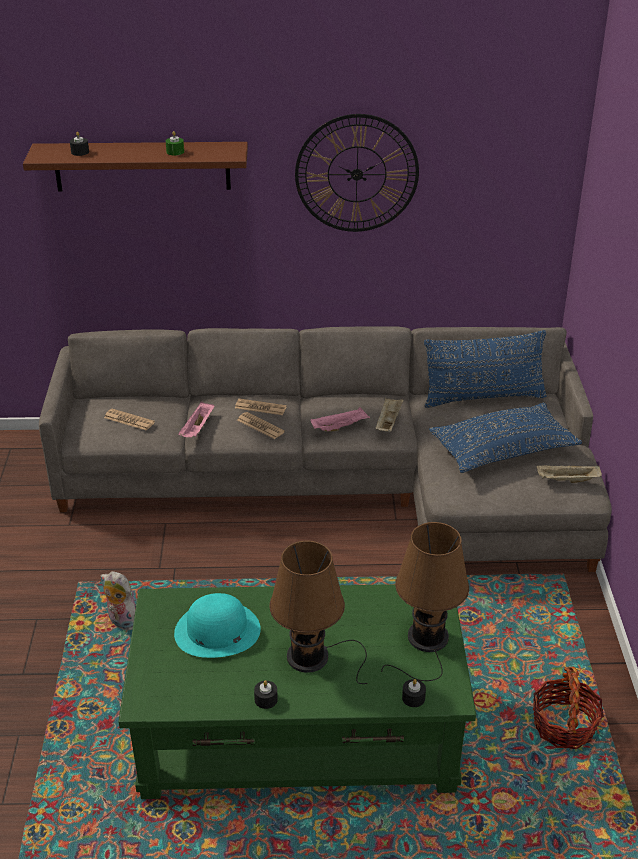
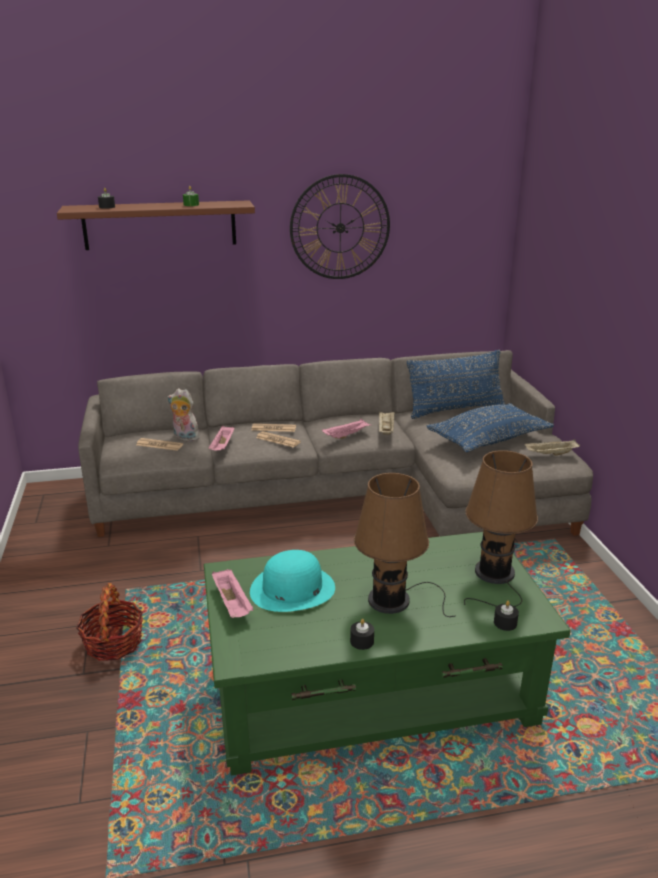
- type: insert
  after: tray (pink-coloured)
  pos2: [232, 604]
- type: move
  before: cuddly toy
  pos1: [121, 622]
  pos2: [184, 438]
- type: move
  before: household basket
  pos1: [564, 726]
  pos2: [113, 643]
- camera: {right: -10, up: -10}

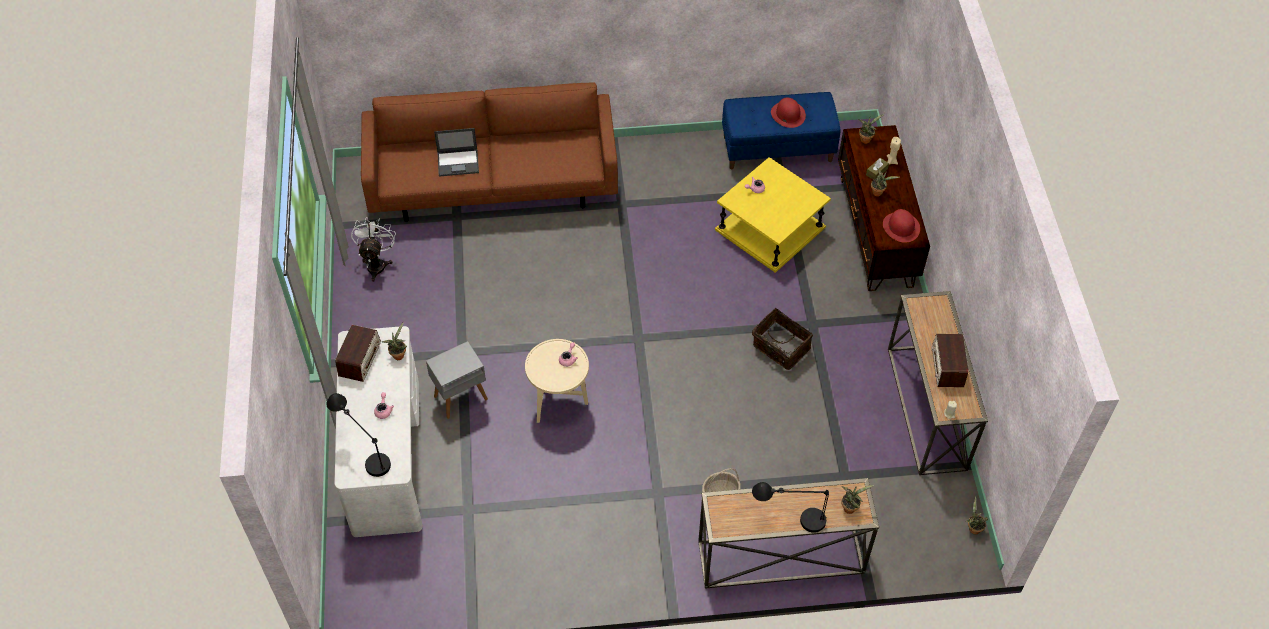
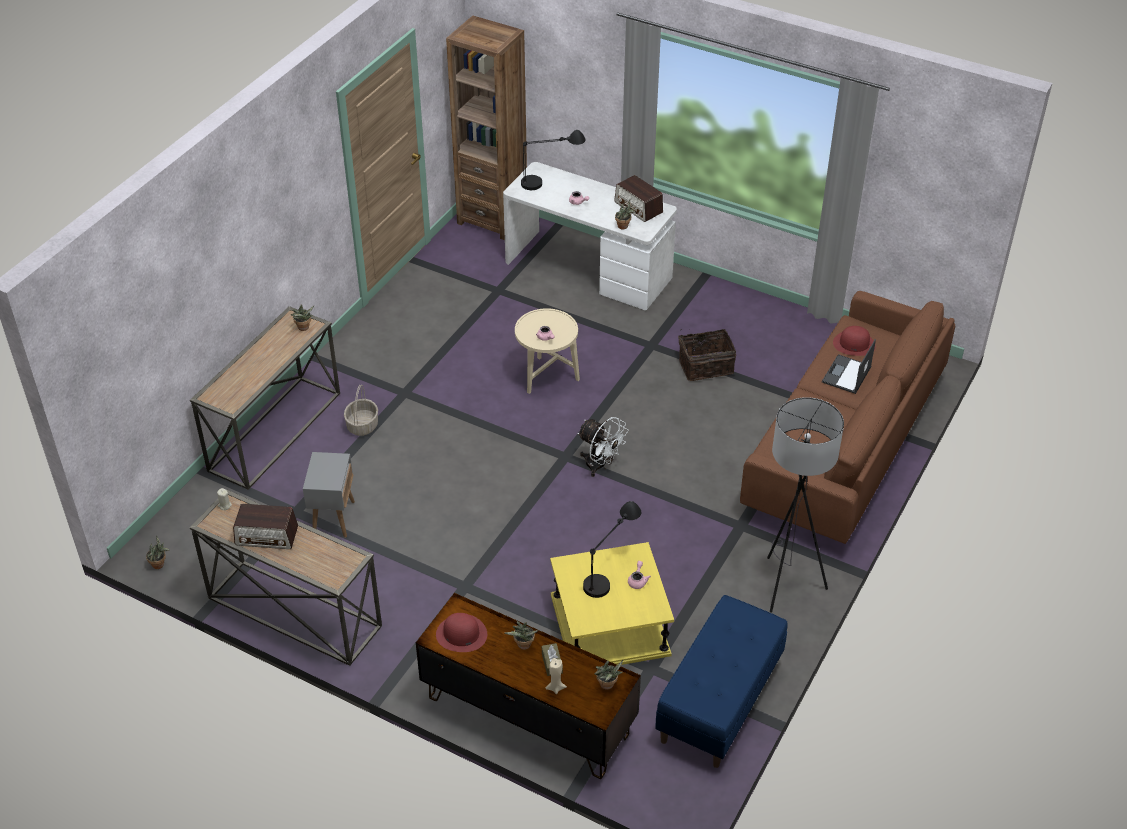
- type: insert
  after: bookcase (brownish)
  pos2: [492, 219]
- type: insert
  after: standing lamp (gray)
  pos2: [784, 582]
- type: move
  before: cooling fan (whitish)
  pos1: [377, 263]
  pos2: [600, 466]
- type: move
  before: end table (gray)
  pos1: [460, 398]
  pos2: [333, 518]
- type: move
  before: household basket
  pos1: [780, 348]
  pos2: [705, 365]
- type: move
  before: lamp for a table (blackish)
  pos1: [789, 520]
  pos2: [610, 572]
- type: move
  before: hat (red-coloured)
  pos1: [787, 114]
  pos2: [854, 344]
- type: move
  before: houseplant
  pos1: [850, 507]
  pos2: [303, 328]
- type: rotate
  before: radio
  pos1: [947, 367]
  pos2: [267, 536]
  turn: 150
- camera: {right: 125, up: -10}

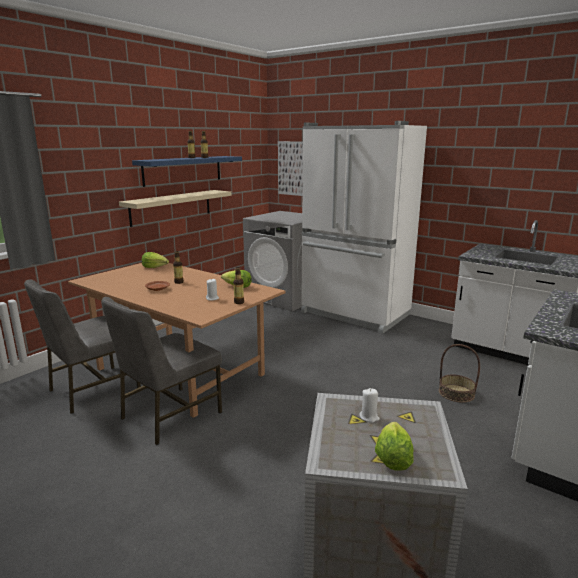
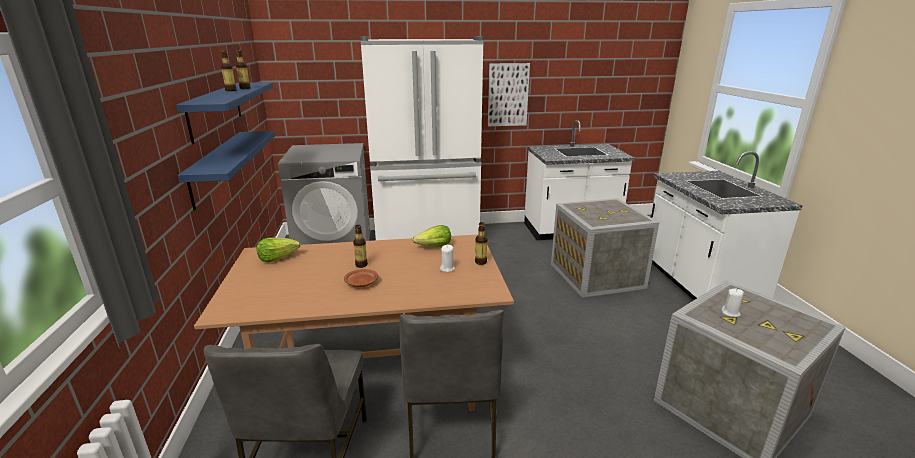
- type: delete
  before: lettuce head
  pos1: [392, 457]
- type: move
  before: wall picture
  pos1: [292, 168]
  pos2: [508, 95]
- type: replace
  before: household basket
  after: packing crate
  pos1: [456, 393]
  pos2: [596, 276]
- type: recolor
  before: shelf (beige)
  after: shelf (blue)
  pos1: [171, 207]
  pos2: [217, 167]
- camera: {right: -45, up: 5}

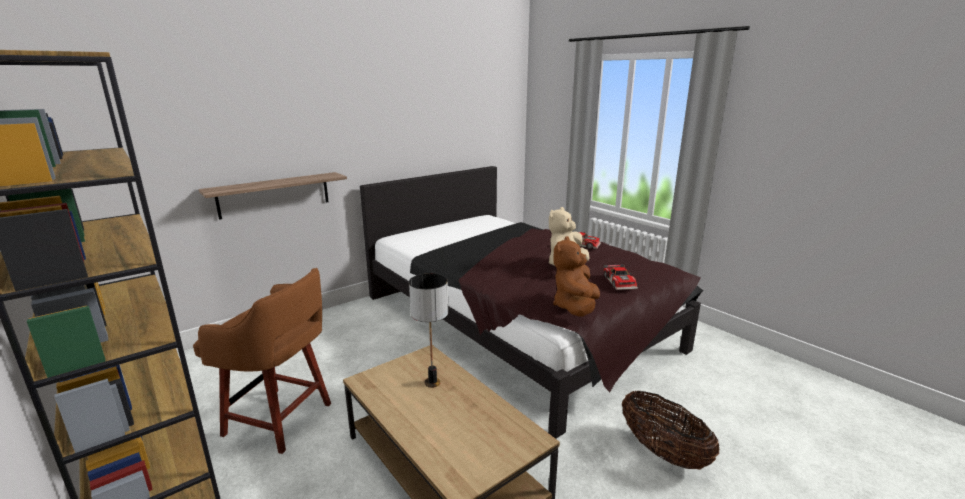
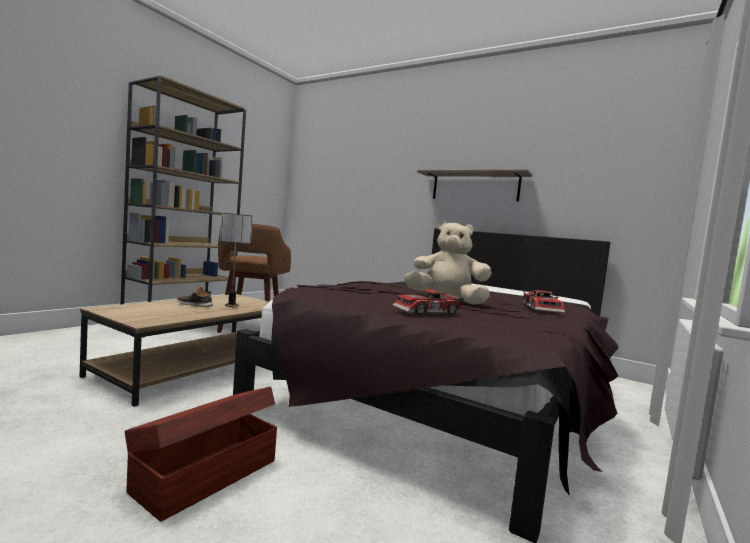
- type: delete
  before: cuddly toy (brownish)
  pos1: [575, 308]
- type: insert
  after: low shoe
  pos2: [195, 305]
- type: move
  before: shelf
  pos1: [274, 195]
  pos2: [475, 187]
- type: replace
  before: household basket
  after: storage box (brownish)
  pos1: [663, 452]
  pos2: [204, 475]
- camera: {right: 70, up: -15}

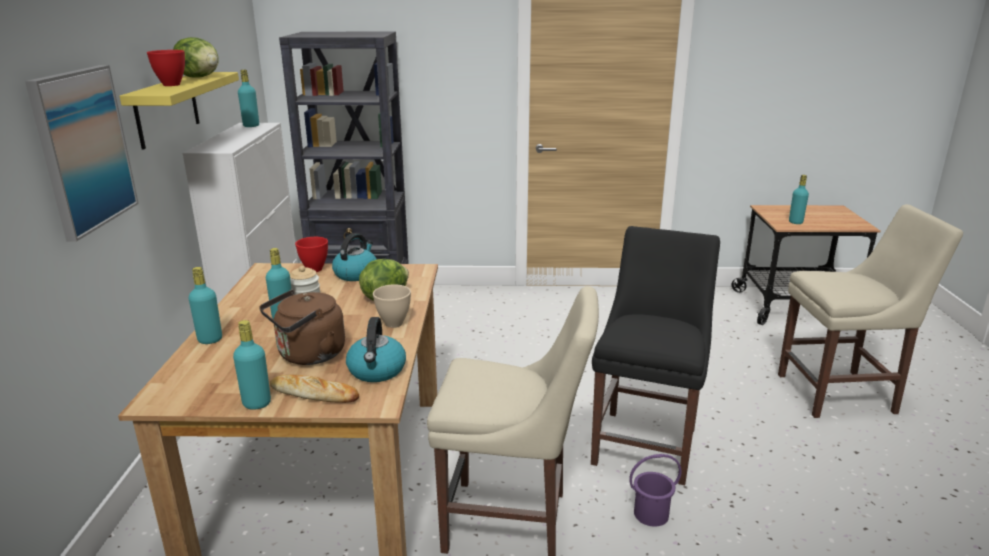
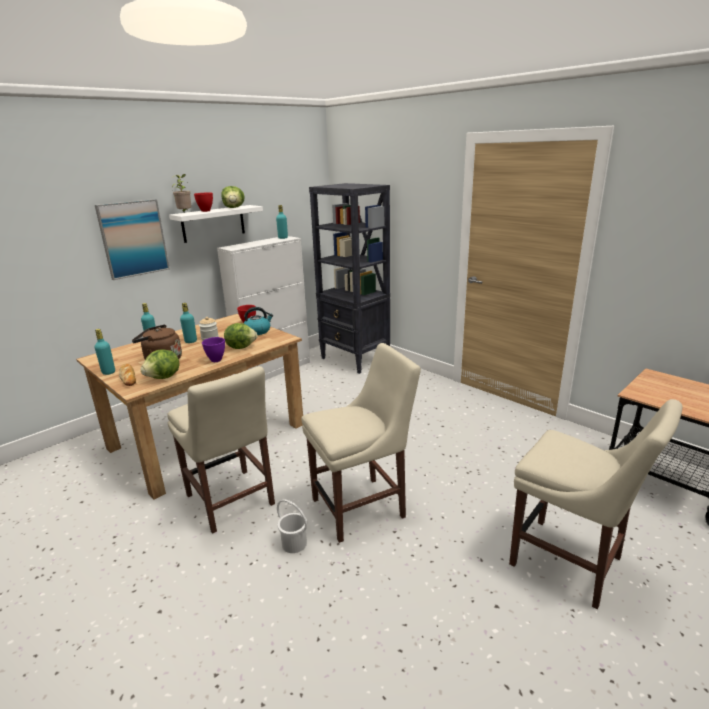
- type: delete
  before: bottle (turquoise)
  pos1: [795, 222]
- type: insert
  after: houseplant
  pos2: [185, 214]
- type: replace
  before: tea kettle
  after: lettuce head
  pos1: [377, 371]
  pos2: [164, 377]
- type: recolor
  before: shelf (yellow-coloured)
  after: shelf (whitish)
  pos1: [167, 109]
  pos2: [213, 223]
- type: recolor
  before: serving bowl (beige)
  after: serving bowl (purplish)
  pos1: [393, 324]
  pos2: [215, 360]
- type: recolor
  before: plain chair (blackish)
  after: plain chair (beige)
  pos1: [646, 442]
  pos2: [362, 507]
- type: recolor
  before: pail (purplish)
  after: pail (whitish)
  pos1: [650, 513]
  pos2: [294, 543]
- camera: {right: 45, up: 0}

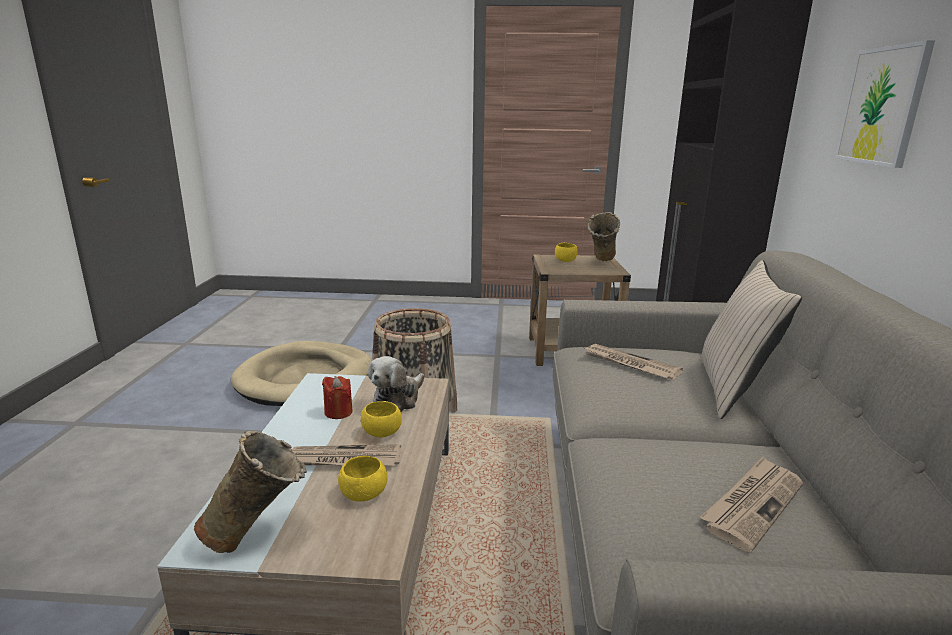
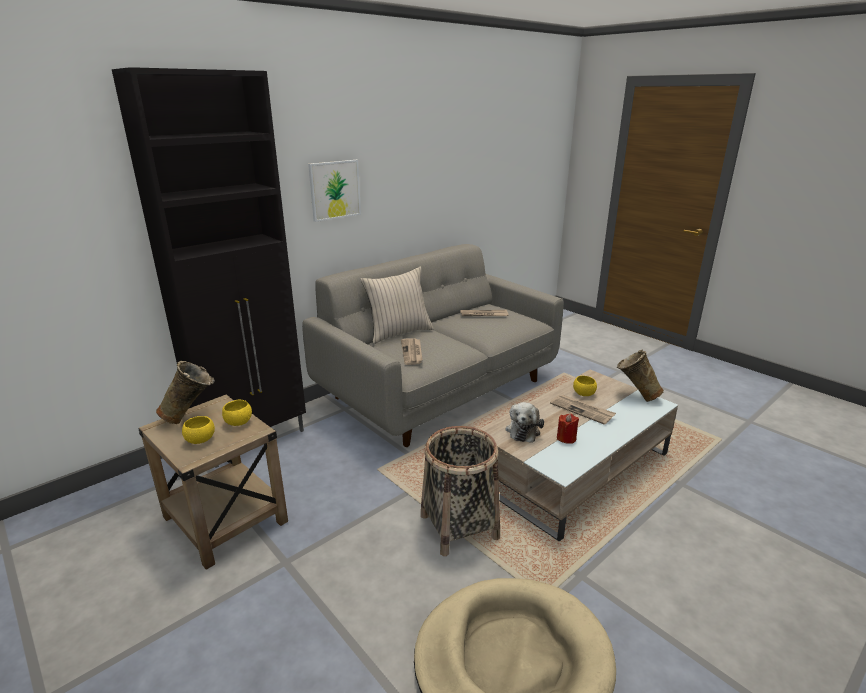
- type: move
  before: serving bowl (yellow-coloured)
  pos1: [382, 433]
  pos2: [238, 422]
- type: rotate
  before: cuddly toy
  pos1: [397, 400]
  pos2: [523, 430]
  turn: 120
- camera: {right: -135, up: 5}

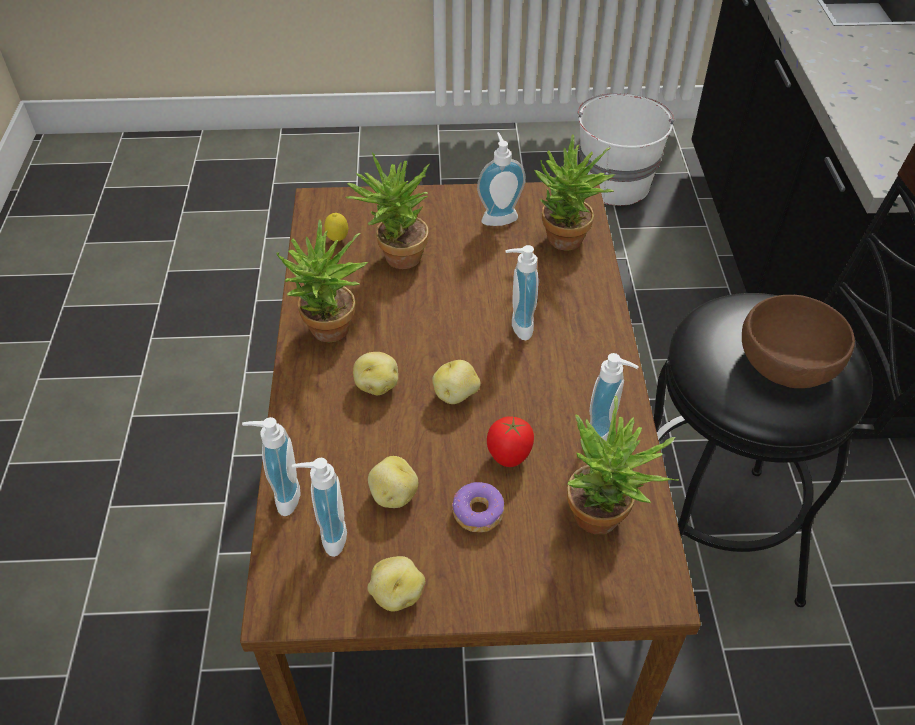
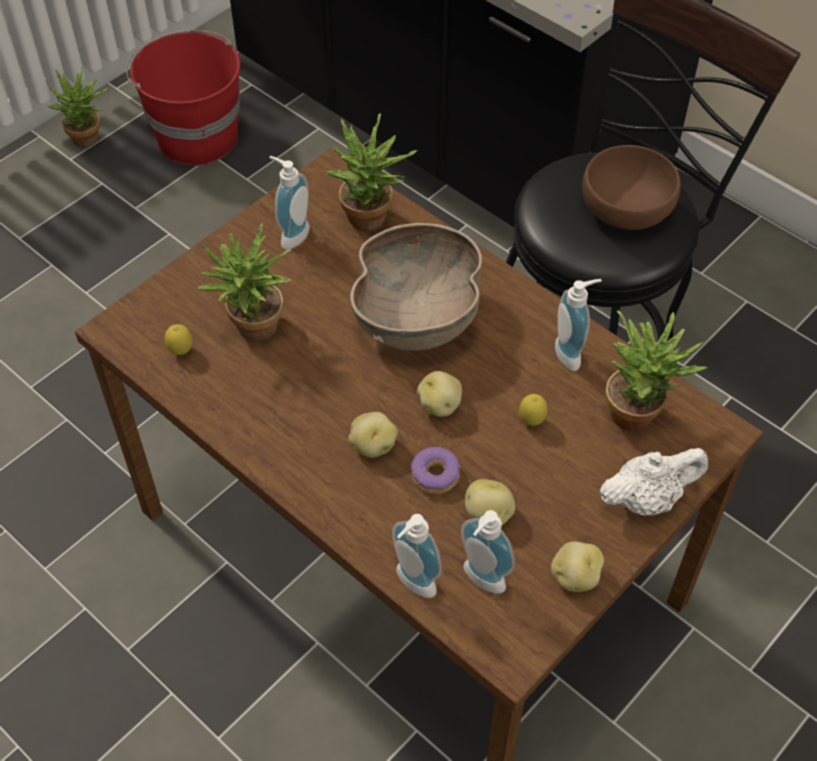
- type: insert
  after: pot for tea (whitish)
  pos2: [647, 499]
- type: move
  before: houseplant
  pos1: [329, 335]
  pos2: [89, 141]
- type: move
  before: ring doughnut
  pos1: [478, 513]
  pos2: [435, 475]
- type: replace
  before: whole tomato
  after: lemon
  pos1: [509, 457]
  pos2: [531, 421]
- type: replace
  before: soap bottle
  after: serving bowl (brownish)
  pos1: [517, 326]
  pos2: [417, 317]
- type: recolor
  before: pail (whitish)
  after: pail (red-coloured)
  pos1: [614, 183]
  pos2: [196, 136]
- camera: {right: -45, up: 5}

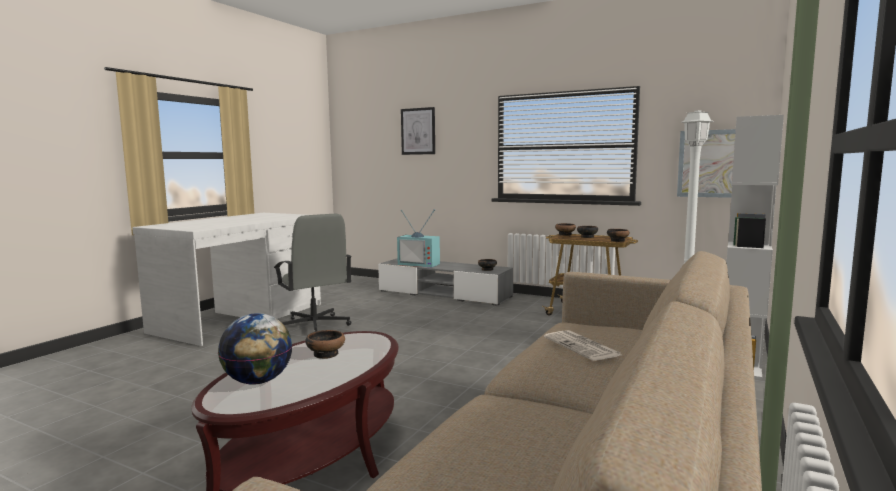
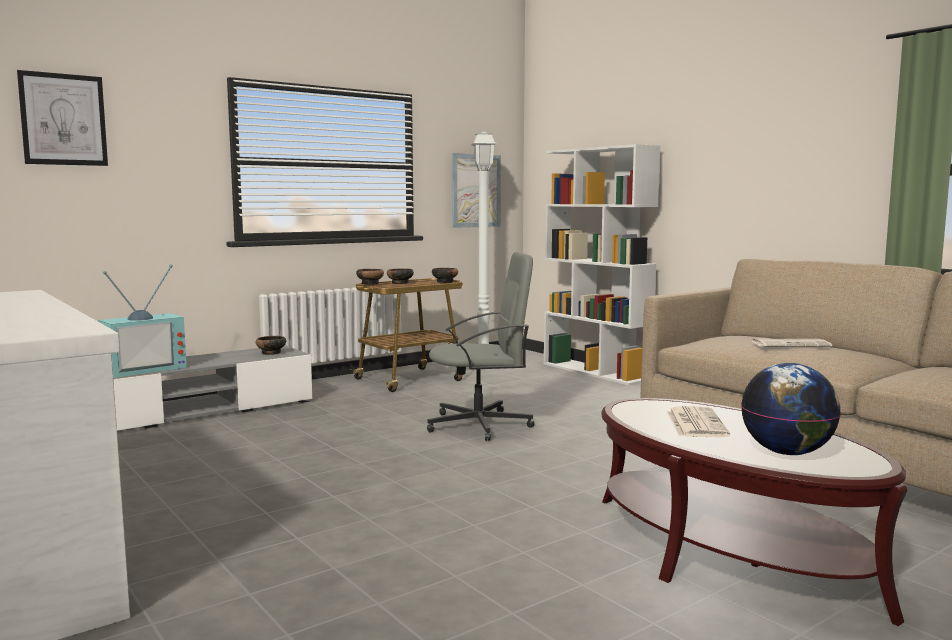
- type: move
  before: desk chair (gray)
  pos1: [314, 325]
  pos2: [480, 425]
- type: replace
  before: serving bowl
  after: newspaper
  pos1: [326, 354]
  pos2: [695, 423]
- camera: {right: -65, up: 0}

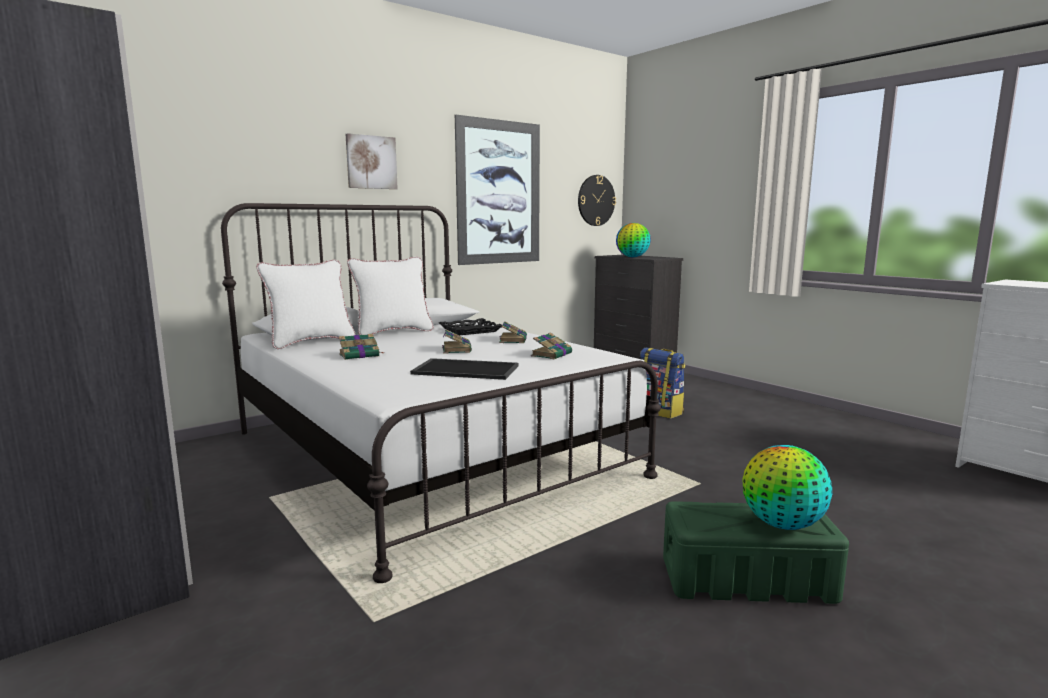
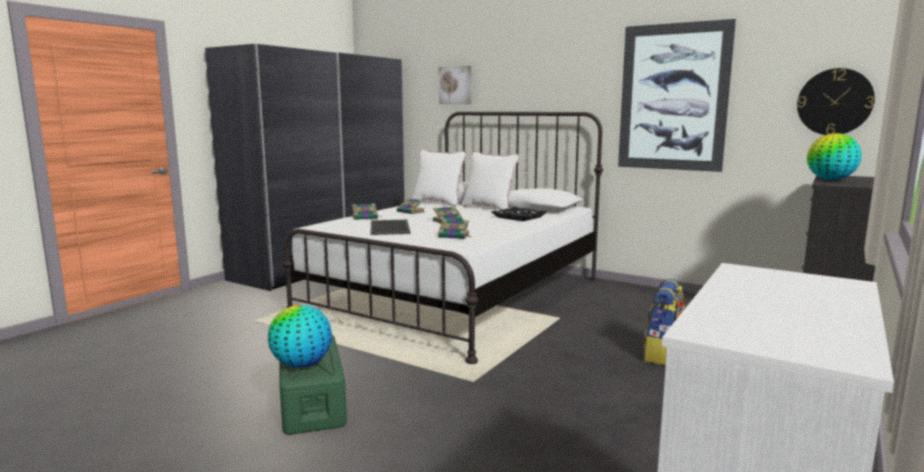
- type: move
  before: wall picture
  pos1: [371, 162]
  pos2: [455, 85]
- type: move
  before: book
  pos1: [513, 340]
  pos2: [365, 217]
- camera: {right: 70, up: 0}

